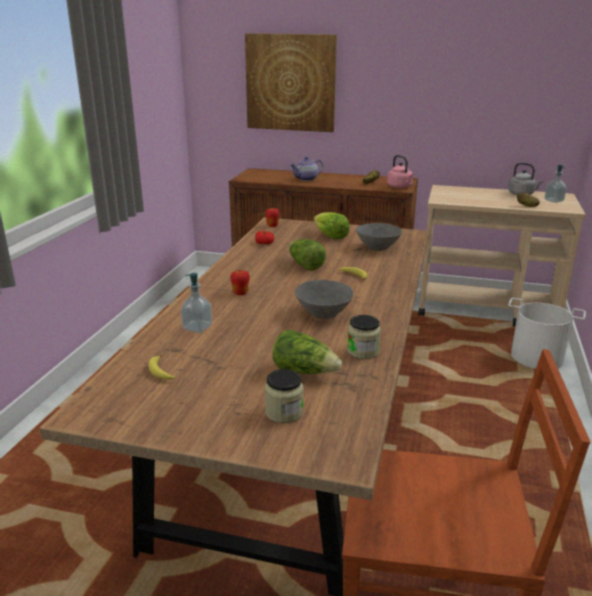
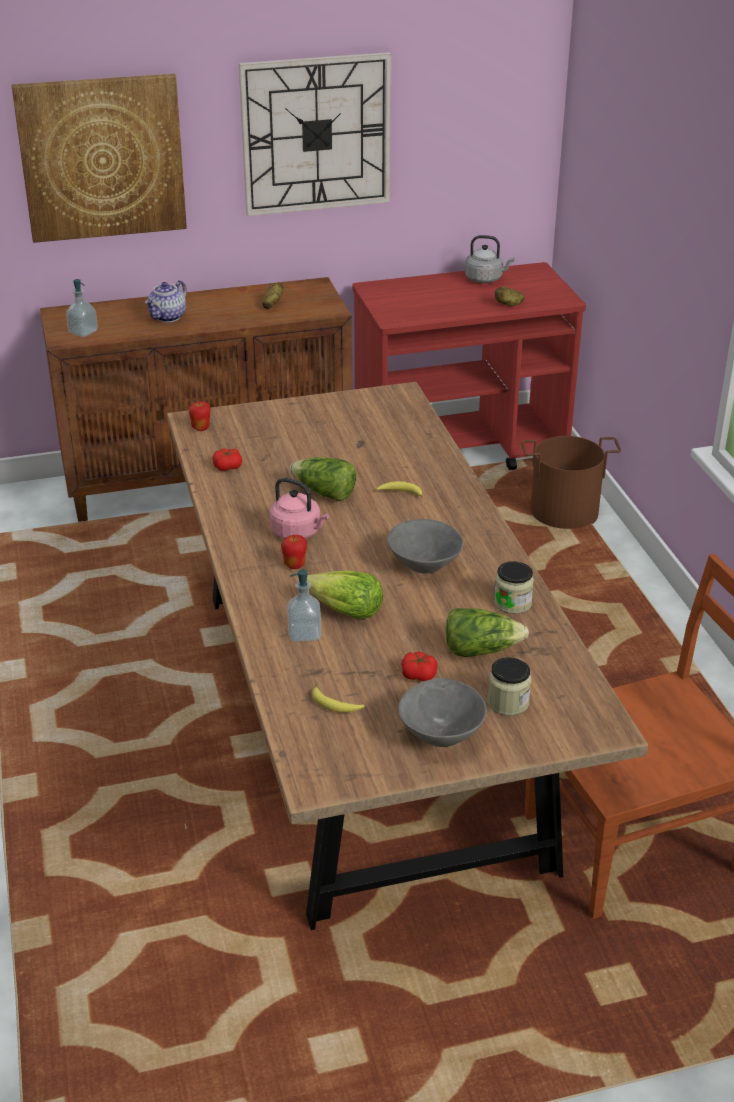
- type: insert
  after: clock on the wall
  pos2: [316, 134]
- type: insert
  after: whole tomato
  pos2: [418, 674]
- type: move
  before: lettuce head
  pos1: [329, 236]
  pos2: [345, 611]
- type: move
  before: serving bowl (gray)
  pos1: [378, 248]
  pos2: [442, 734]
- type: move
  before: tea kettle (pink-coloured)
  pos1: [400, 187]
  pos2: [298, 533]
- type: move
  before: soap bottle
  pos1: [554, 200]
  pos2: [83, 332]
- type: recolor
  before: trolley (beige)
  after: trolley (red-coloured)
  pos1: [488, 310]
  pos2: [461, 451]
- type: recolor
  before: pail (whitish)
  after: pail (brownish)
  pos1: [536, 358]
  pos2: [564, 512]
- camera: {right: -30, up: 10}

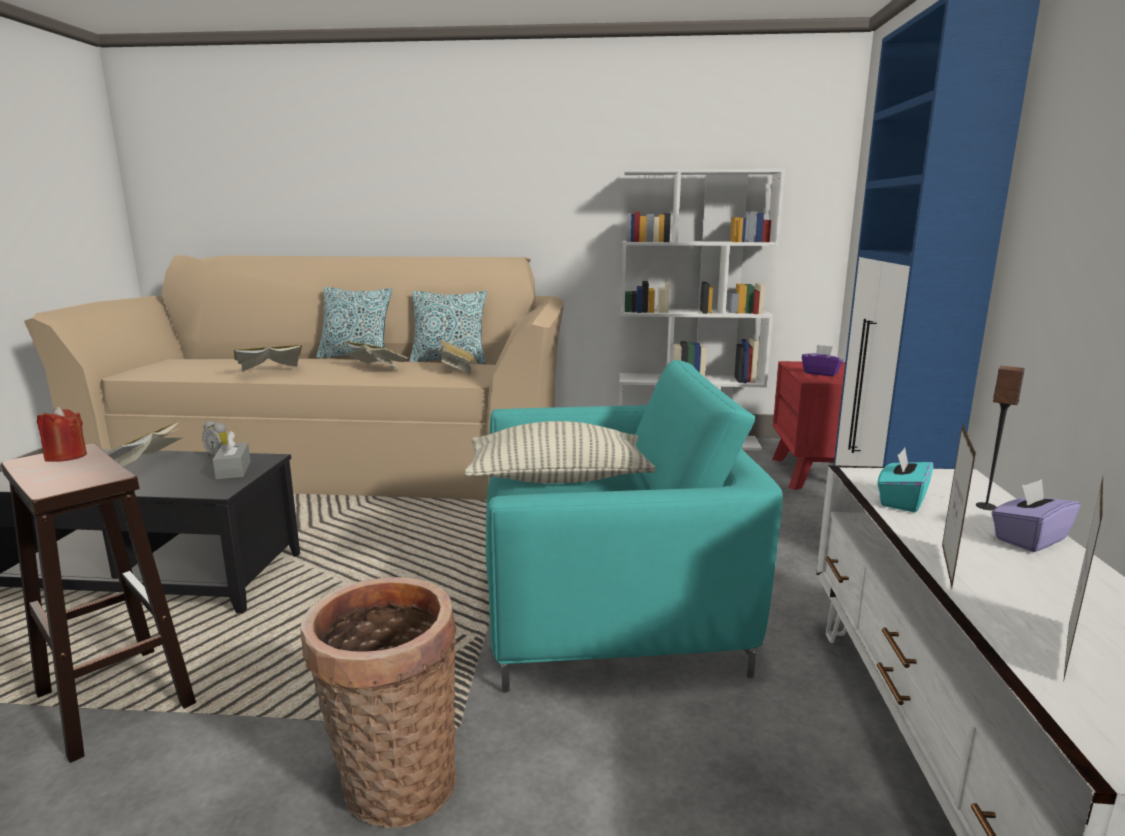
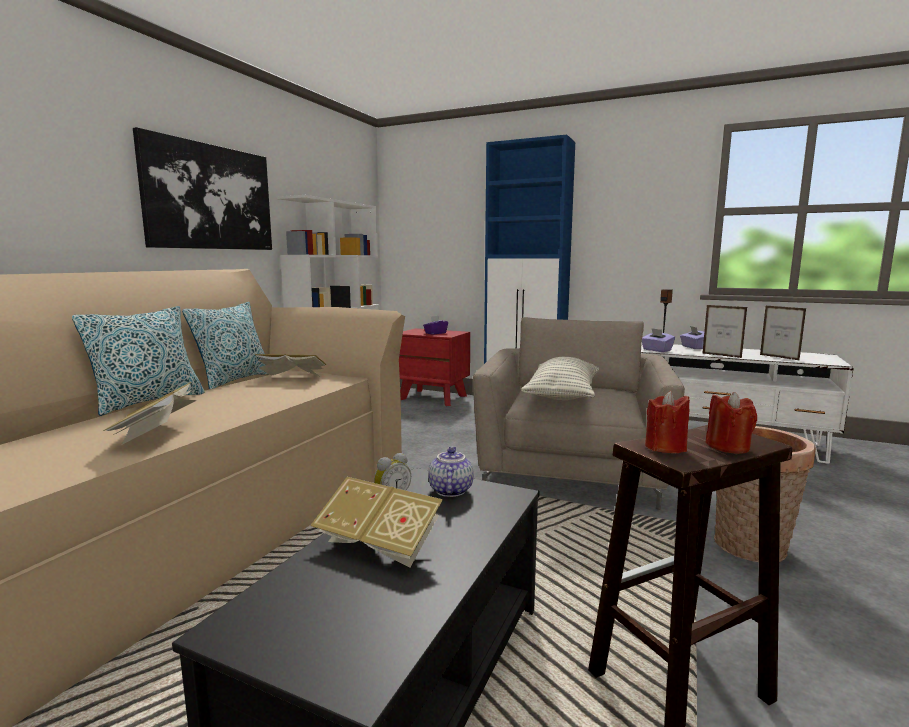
- type: delete
  before: book
  pos1: [376, 368]
- type: insert
  after: wall picture
  pos2: [210, 197]
- type: insert
  after: candle (red-coloured)
  pos2: [728, 446]
- type: replace
  before: box of tissues (gray)
  after: pot for tea
  pos1: [233, 470]
  pos2: [449, 490]
- type: recolor
  before: easy chair (turquoise)
  after: easy chair (beige)
  pos1: [609, 608]
  pos2: [572, 470]
- type: recolor
  before: box of tissues (turquoise)
  after: box of tissues (purplish)
  pos1: [901, 501]
  pos2: [656, 350]
- camera: {right: -70, up: -5}

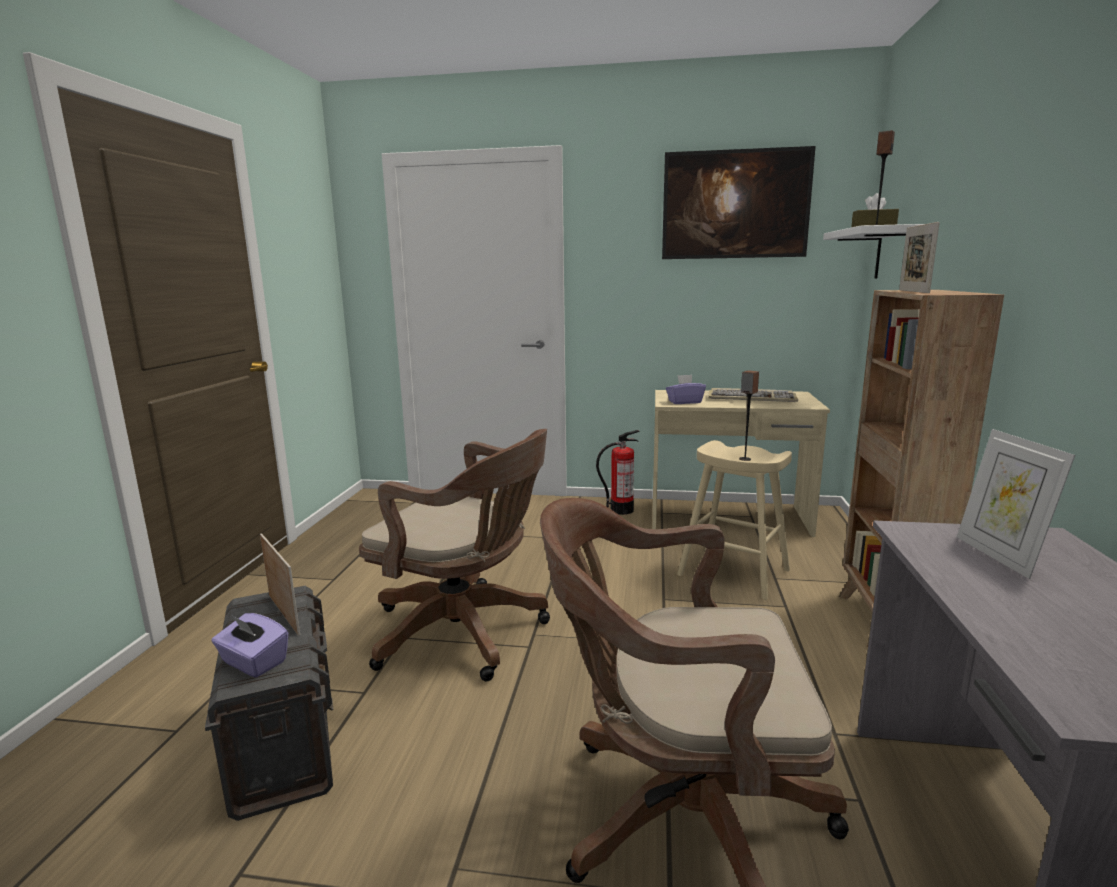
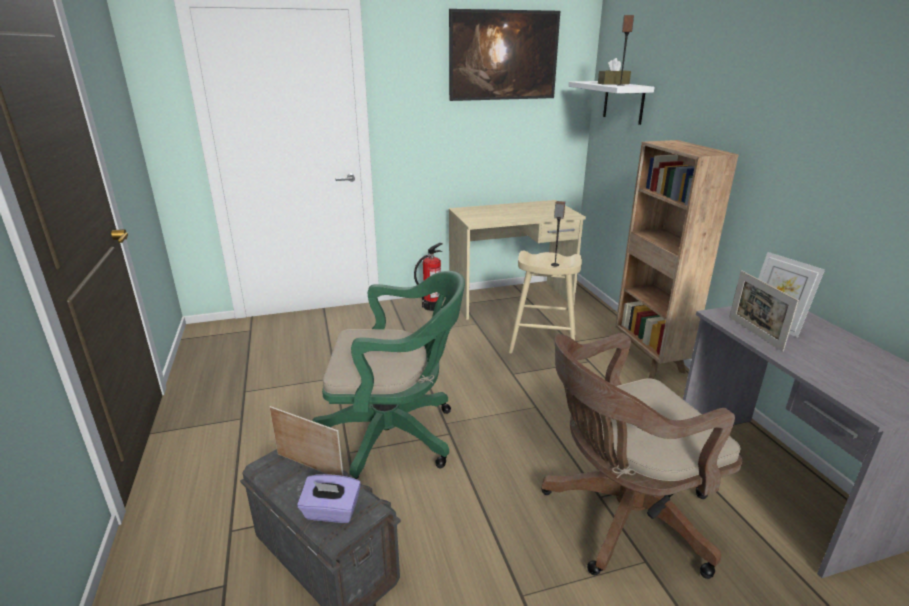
- type: delete
  before: box of tissues (purplish)
  pos1: [684, 402]
- type: delete
  before: PC keyboard
  pos1: [752, 399]
- type: move
  before: photo frame
  pos1: [913, 291]
  pos2: [754, 333]
- type: recolor
  before: desk chair (brownish)
  after: desk chair (green)
  pos1: [466, 633]
  pos2: [395, 436]
- camera: {right: -25, up: 10}

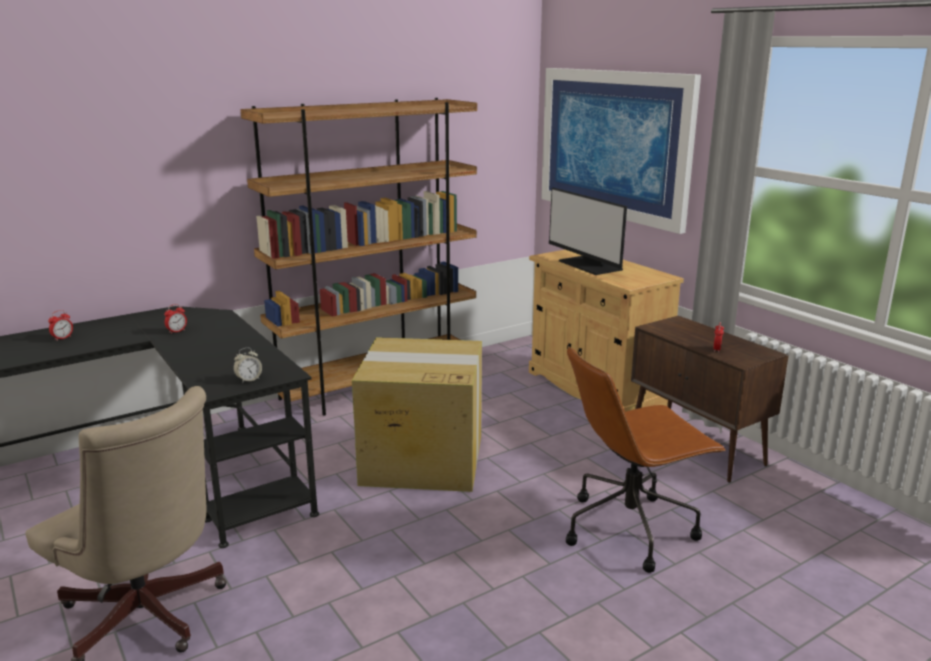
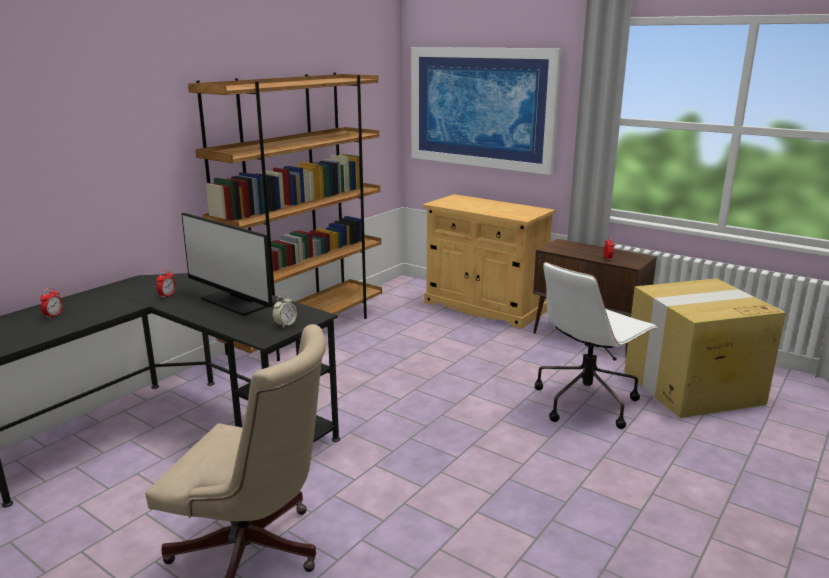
- type: move
  before: packing box
  pos1: [421, 459]
  pos2: [690, 387]
- type: move
  before: monitor
  pos1: [589, 265]
  pos2: [237, 302]
- type: recolor
  before: desk chair (brownish)
  after: desk chair (whitish)
  pos1: [630, 528]
  pos2: [586, 401]
- camera: {right: -20, up: 0}

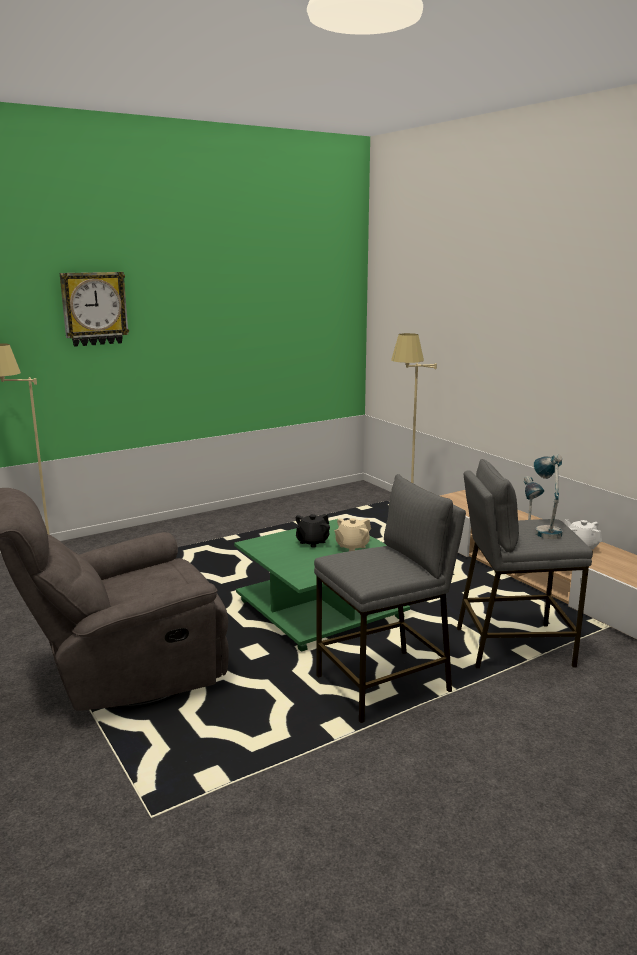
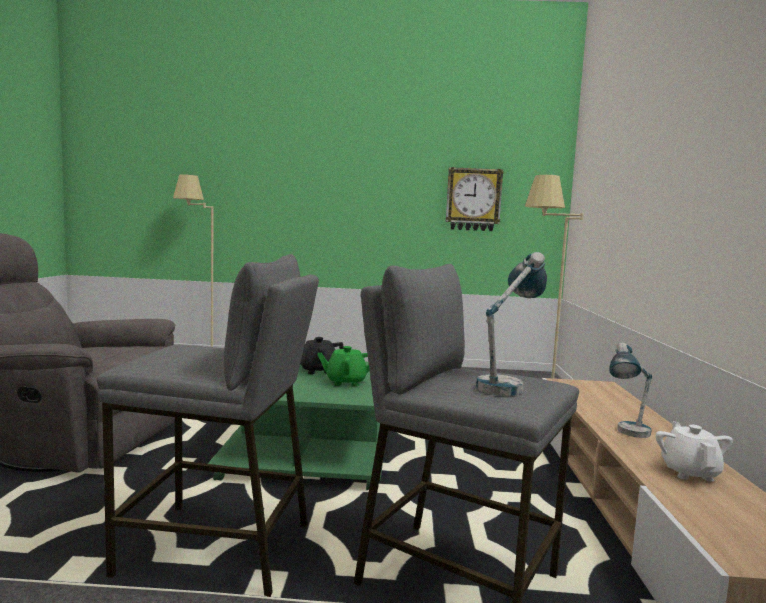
- type: move
  before: clock on the wall
  pos1: [94, 308]
  pos2: [473, 199]
- type: recolor
  before: pot for tea (beige)
  after: pot for tea (green)
  pos1: [352, 546]
  pos2: [345, 382]
- camera: {right: 35, up: -10}

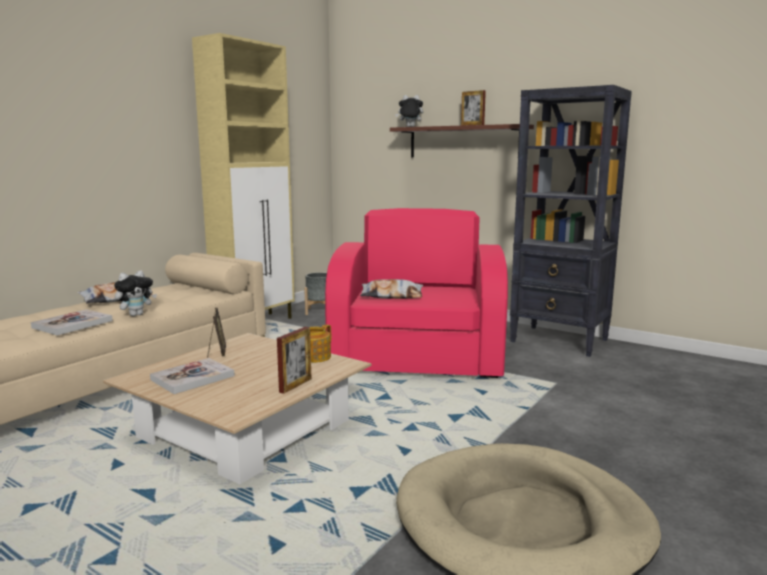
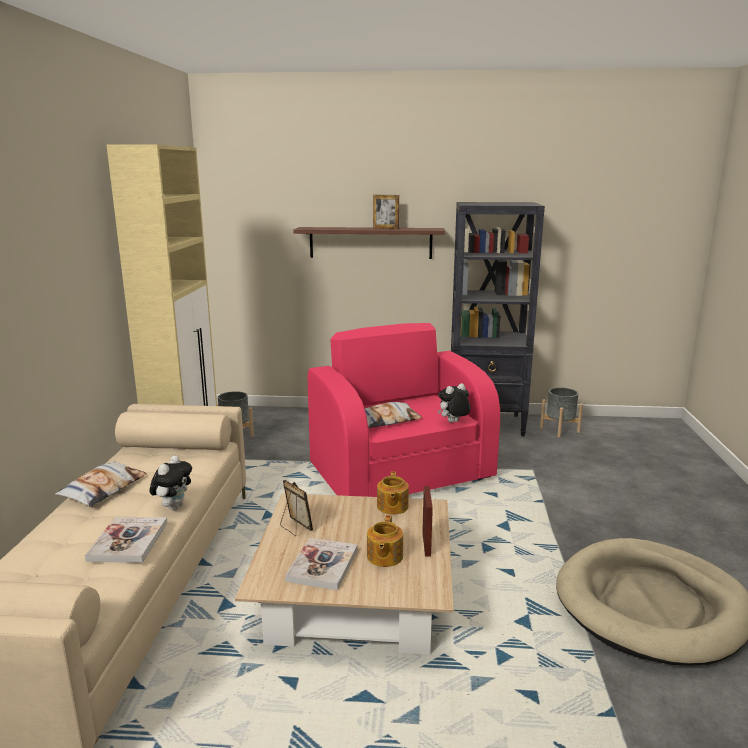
- type: insert
  after: pot for tea
  pos2: [384, 557]
- type: insert
  after: planter (gray)
  pos2: [560, 430]
- type: move
  before: cuddly toy
  pos1: [409, 127]
  pos2: [453, 422]
- camera: {right: -30, up: 5}

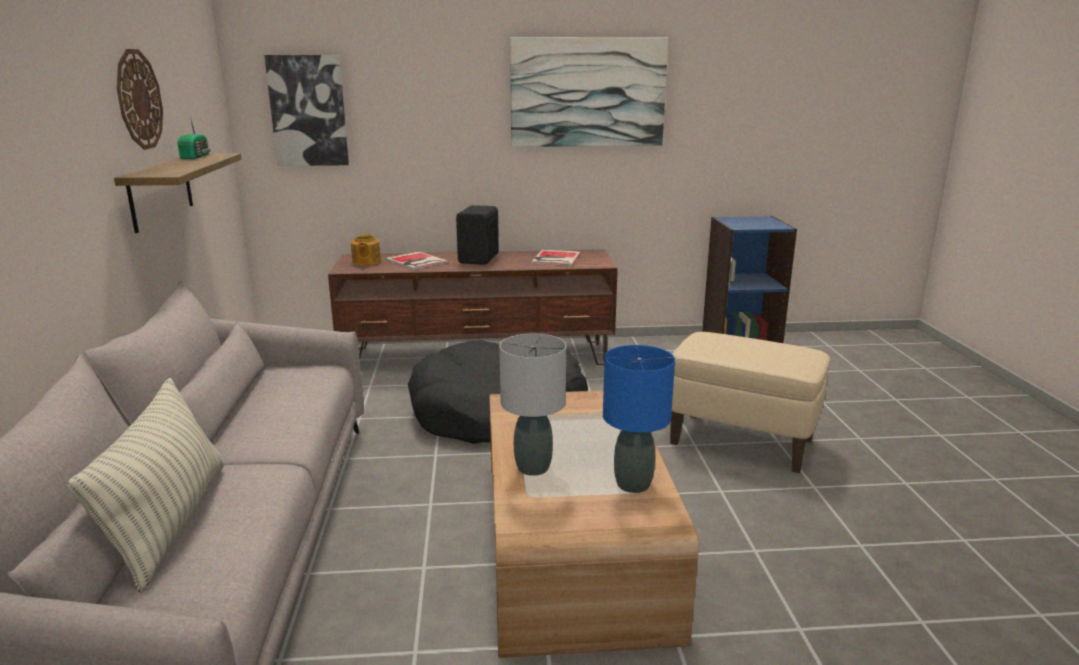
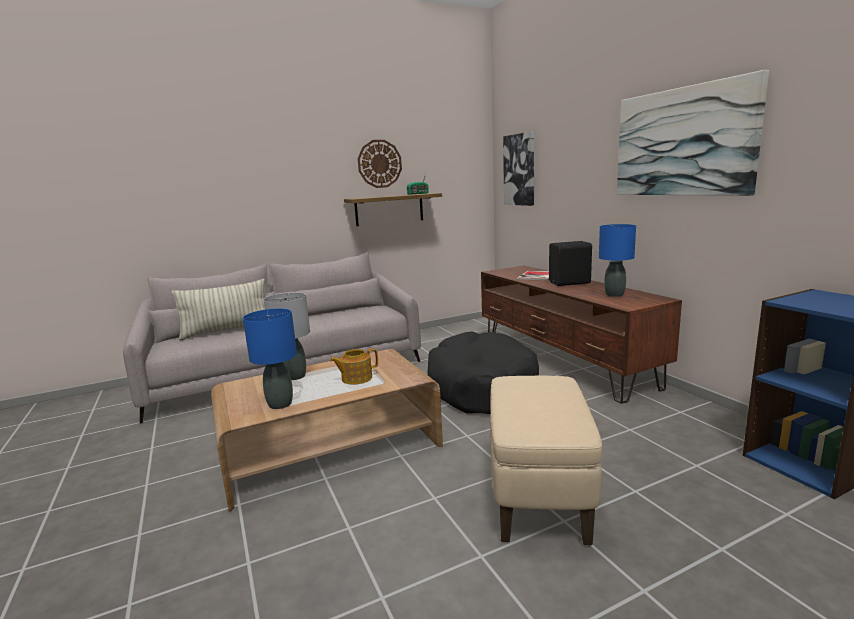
- type: move
  before: pot for tea
  pos1: [366, 262]
  pos2: [356, 378]
- type: replace
  before: book
  after: lamp for a table (blue)
  pos1: [555, 258]
  pos2: [614, 294]
- camera: {right: 70, up: -5}

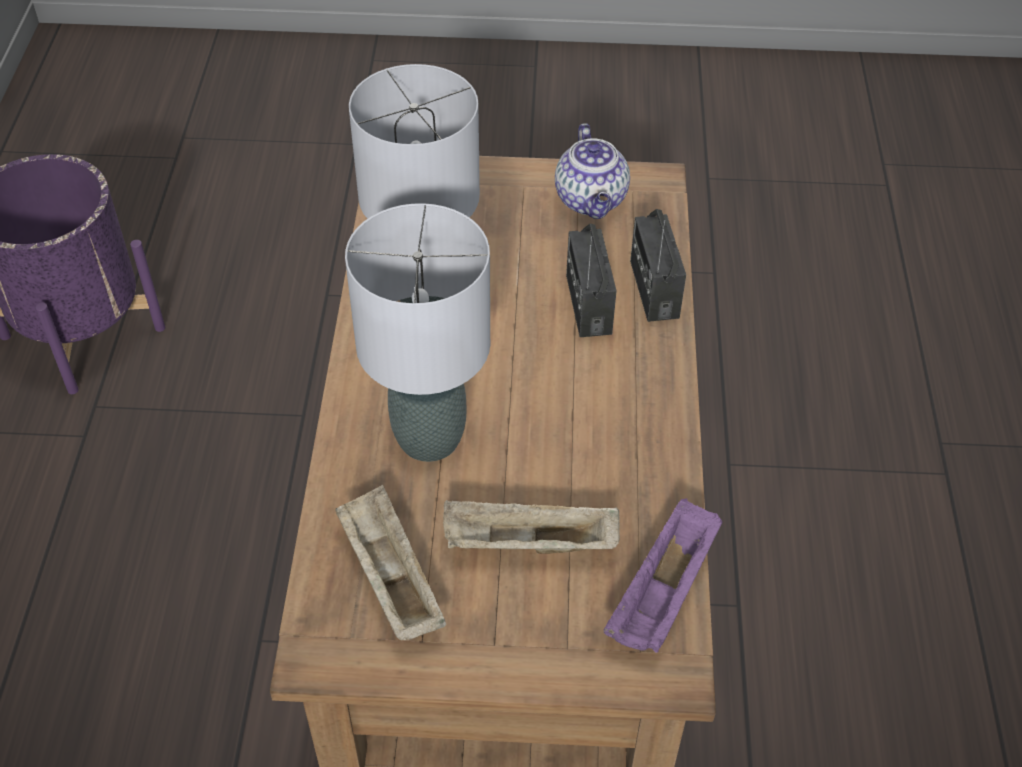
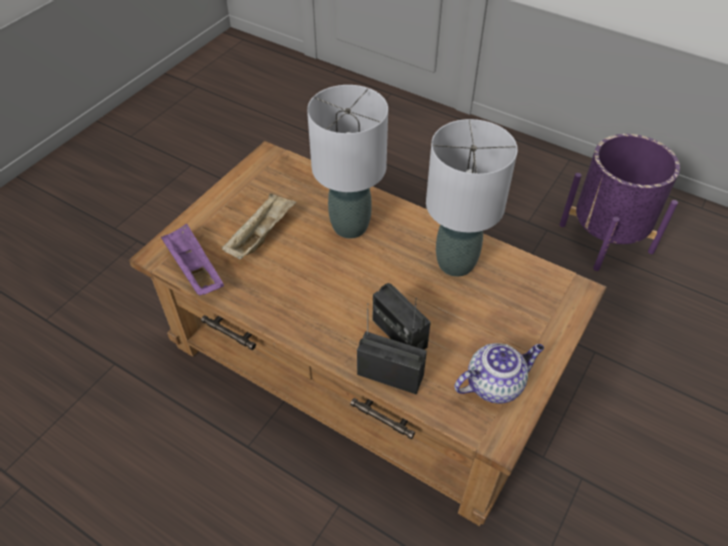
- type: delete
  before: tray (beige)
  pos1: [389, 578]
- type: rotate
  before: pot for tea
  pos1: [592, 201]
  pos2: [495, 384]
  turn: 135
- type: rotate
  before: radio
  pos1: [588, 304]
  pos2: [399, 333]
  turn: -150
- camera: {right: 120, up: 0}

